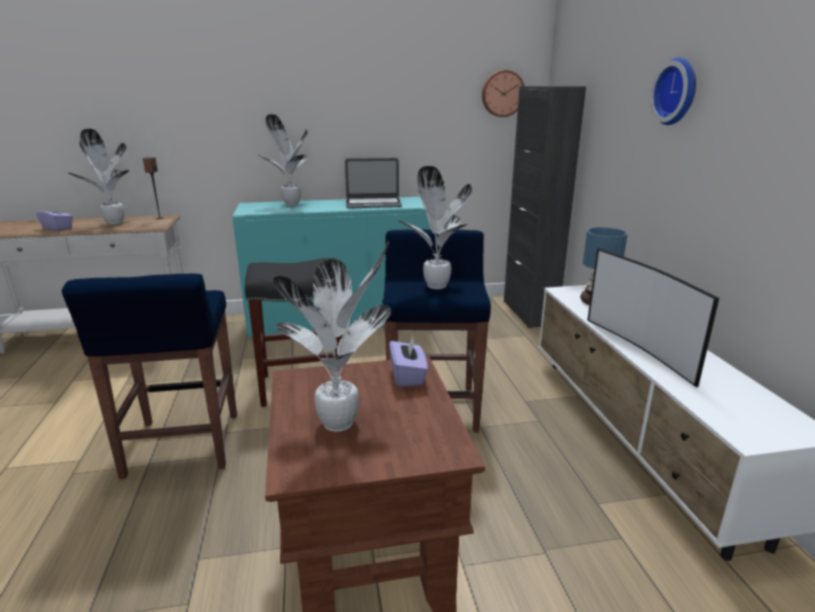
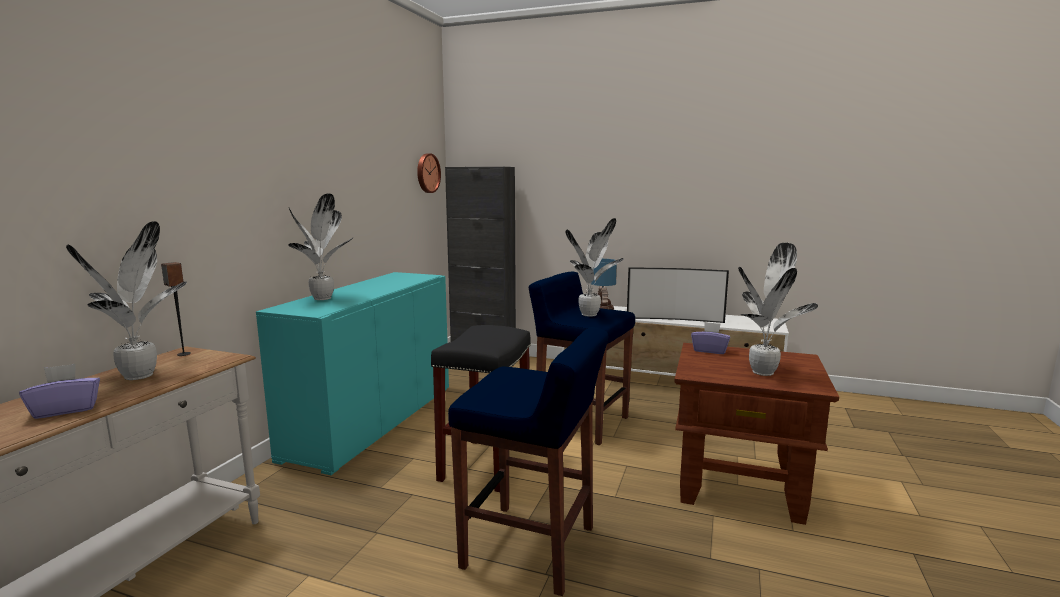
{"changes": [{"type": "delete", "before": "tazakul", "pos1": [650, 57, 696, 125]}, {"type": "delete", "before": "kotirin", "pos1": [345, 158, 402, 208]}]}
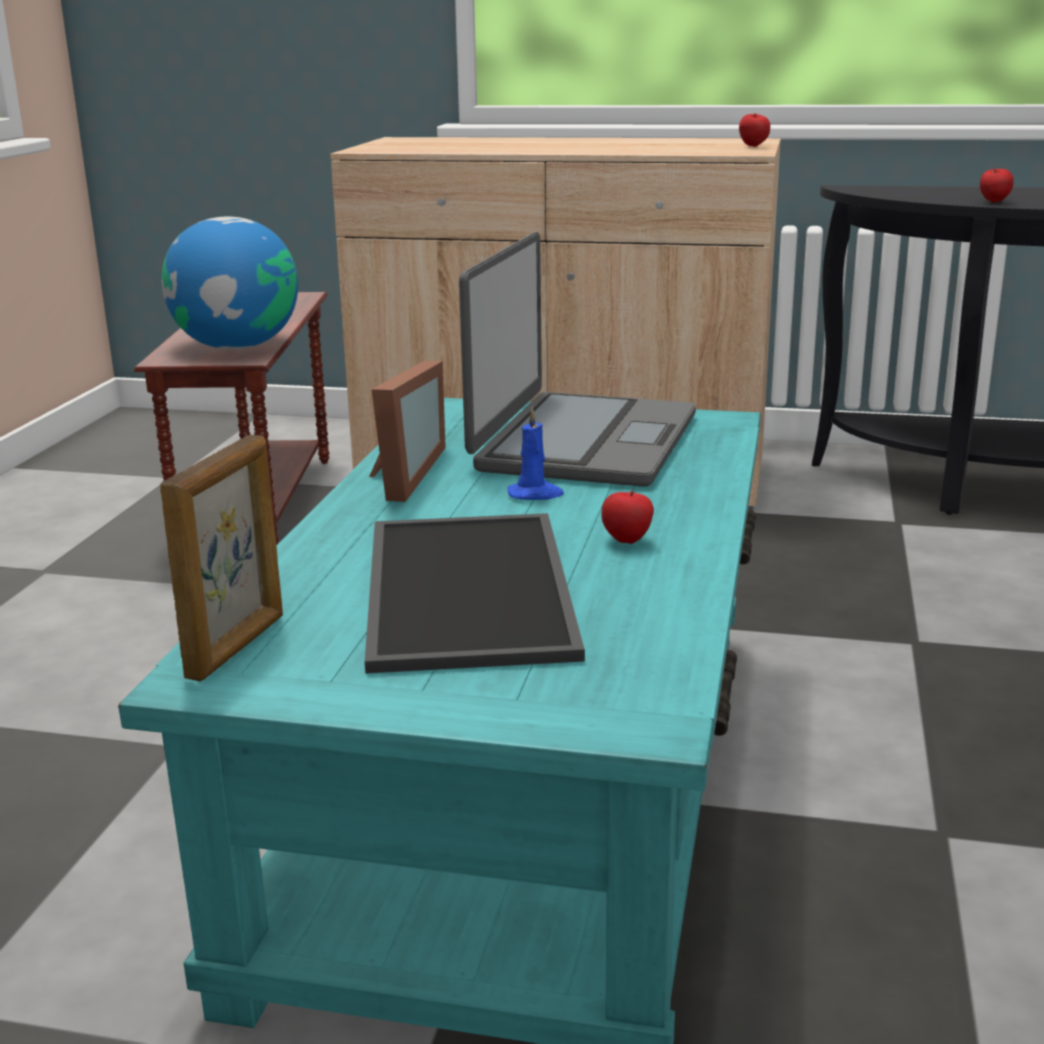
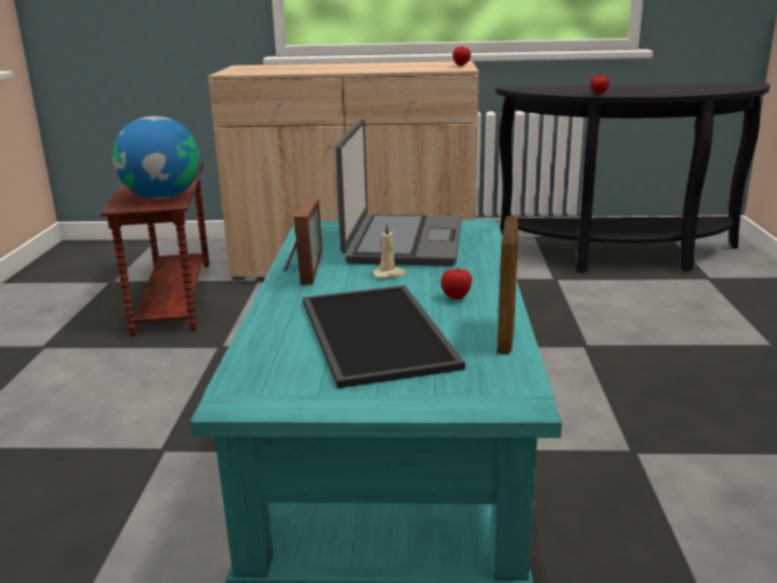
{"changes": [{"type": "recolor", "before": "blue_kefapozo", "after": "beige_kefapozo", "pos1": [508, 407, 564, 500], "pos2": [373, 223, 406, 278]}, {"type": "move", "before": "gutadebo", "pos1": [160, 435, 283, 681], "pos2": [497, 217, 518, 355]}]}
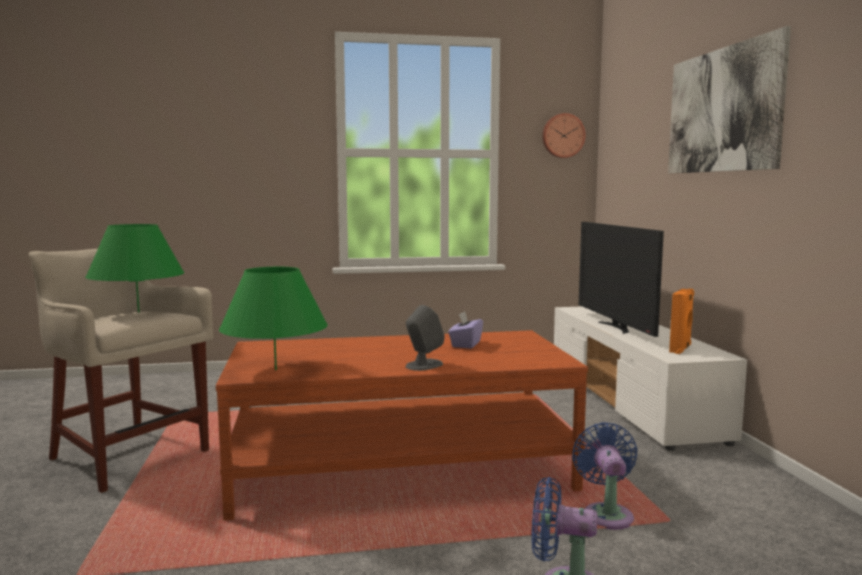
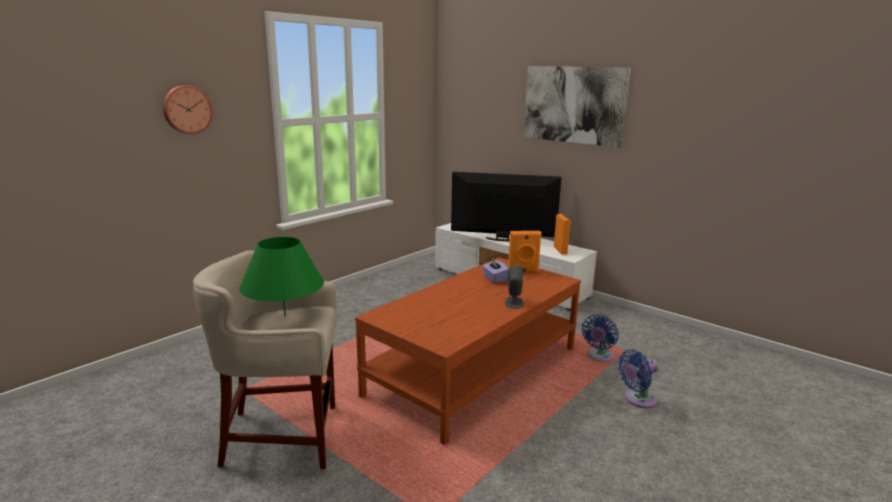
{"changes": [{"type": "move", "before": "tazakul", "pos1": [542, 113, 586, 158], "pos2": [163, 85, 213, 134]}, {"type": "rotate", "before": "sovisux", "pos1": [579, 222, 664, 337], "pos2": [451, 172, 561, 242], "turn": 150}, {"type": "delete", "before": "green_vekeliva", "pos1": [219, 267, 328, 370]}, {"type": "rotate", "before": "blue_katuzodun", "pos1": [572, 422, 638, 530], "pos2": [582, 314, 619, 362], "turn": -105}, {"type": "insert", "after": "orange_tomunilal", "pos2": [508, 231, 542, 272]}]}
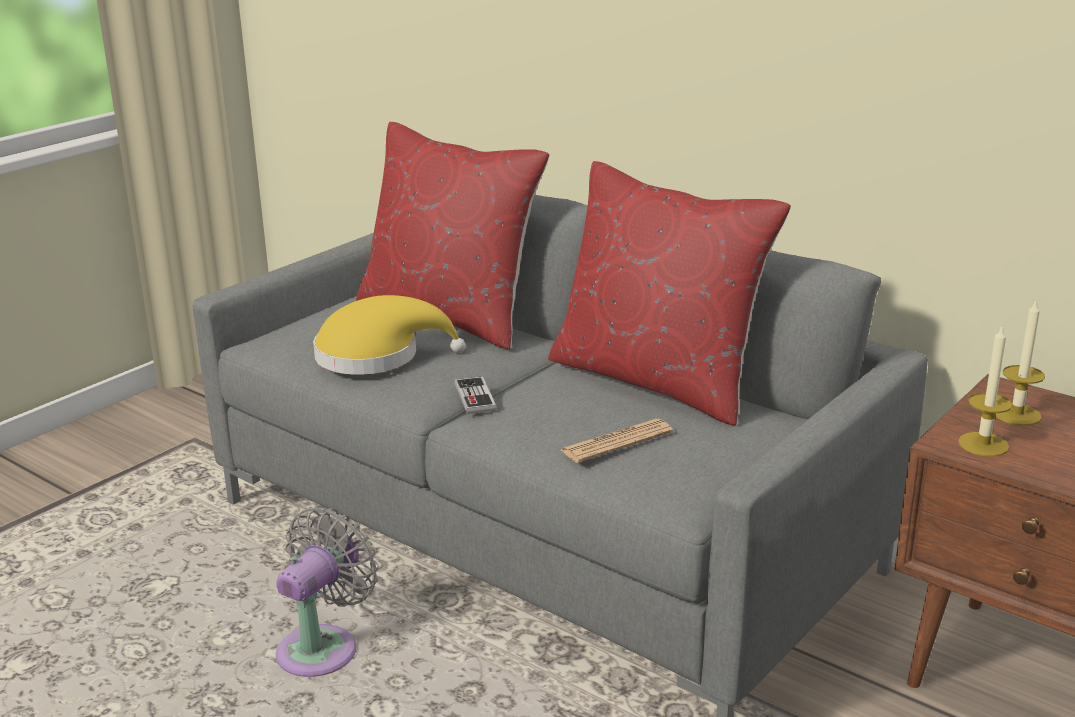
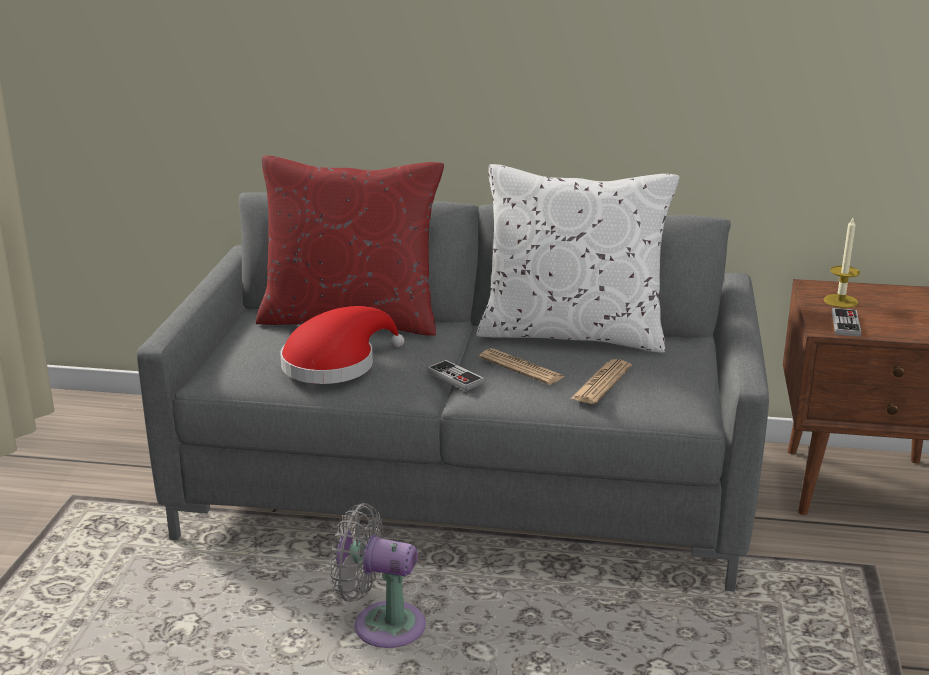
{"changes": [{"type": "recolor", "before": "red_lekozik", "after": "white_lekozik", "pos1": [548, 161, 791, 426], "pos2": [476, 164, 679, 352]}, {"type": "recolor", "before": "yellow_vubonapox", "after": "red_vubonapox", "pos1": [313, 295, 465, 375], "pos2": [281, 306, 405, 384]}, {"type": "replace", "before": "kefapozo", "after": "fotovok", "pos1": [958, 324, 1012, 457], "pos2": [832, 308, 861, 337]}, {"type": "rotate", "before": "grey_katuzodun", "pos1": [276, 507, 378, 677], "pos2": [330, 503, 426, 648], "turn": -75}, {"type": "insert", "after": "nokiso", "pos2": [479, 348, 565, 385]}]}
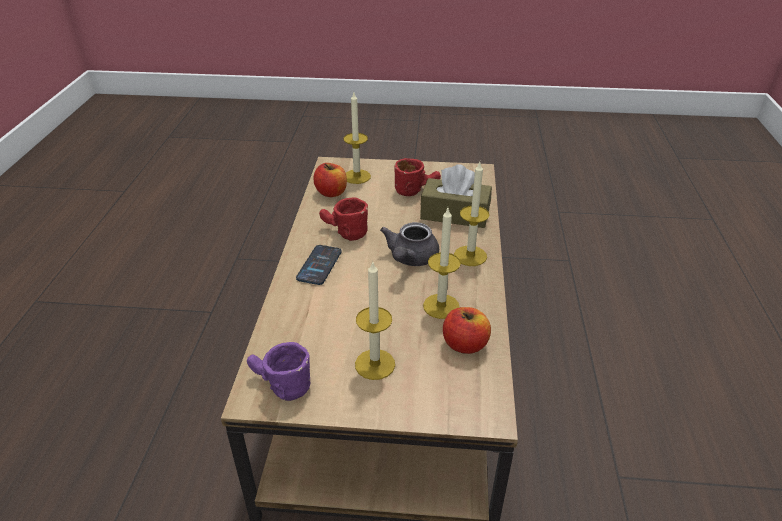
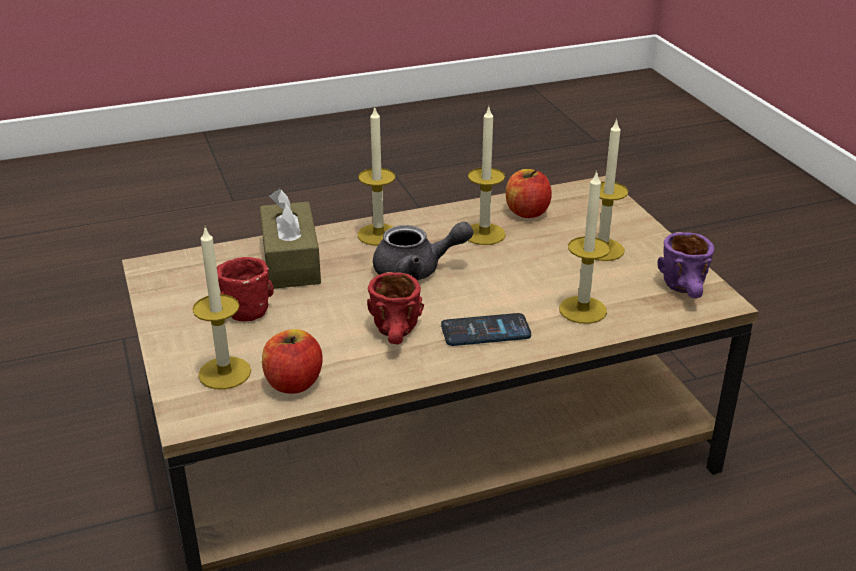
{"changes": [{"type": "insert", "after": "kefapozo", "pos2": [559, 170, 610, 324]}]}
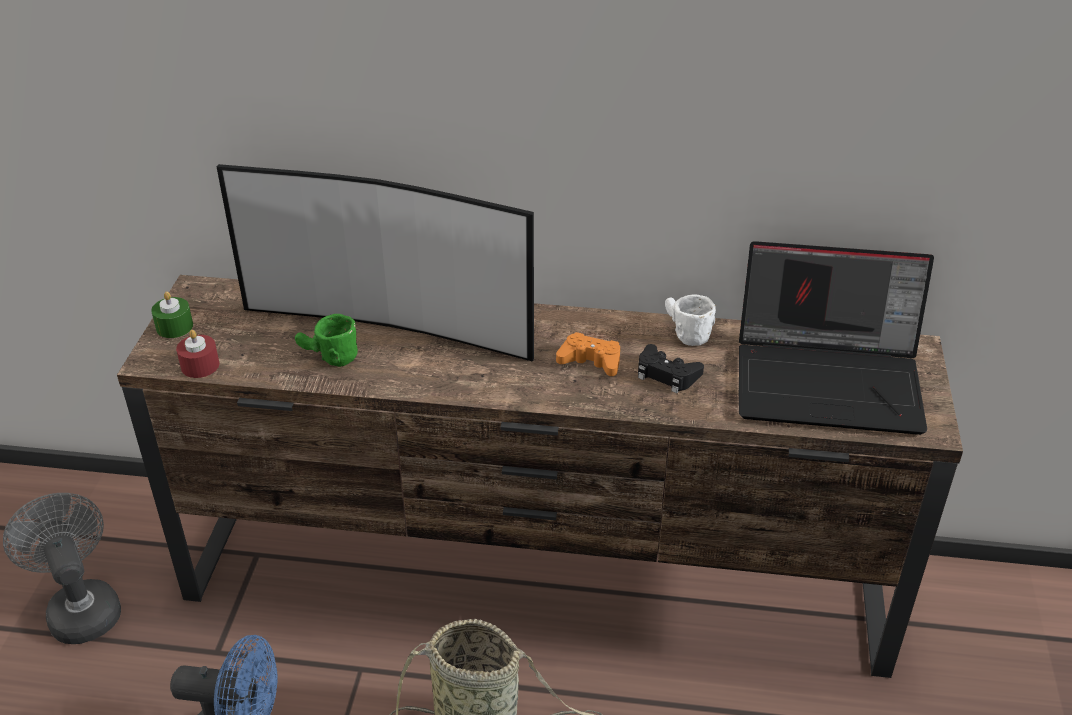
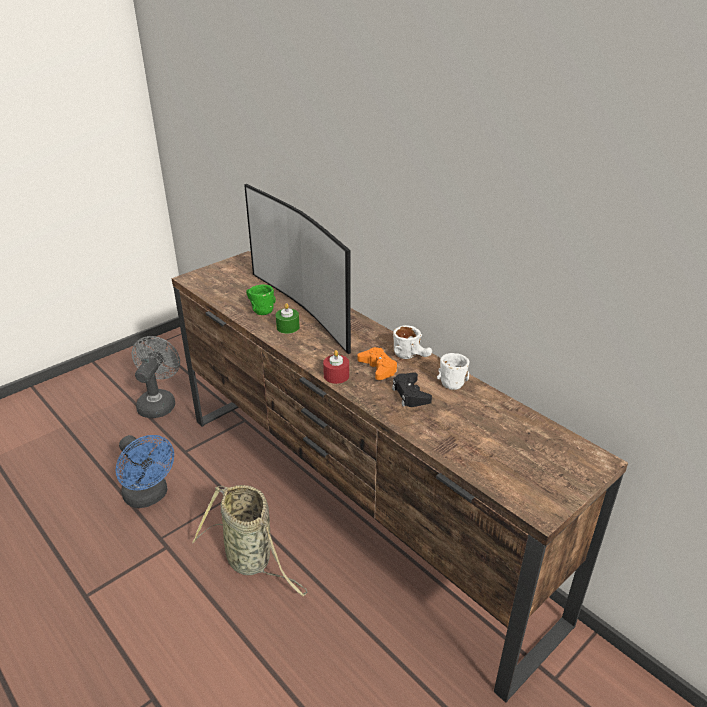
{"changes": [{"type": "delete", "before": "kotirin", "pos1": [739, 241, 934, 435]}, {"type": "move", "before": "green_kefapozo", "pos1": [151, 292, 193, 338], "pos2": [276, 303, 300, 334]}, {"type": "move", "before": "red_kefapozo", "pos1": [176, 330, 219, 378], "pos2": [323, 350, 349, 384]}, {"type": "insert", "after": "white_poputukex", "pos2": [393, 325, 432, 359]}]}
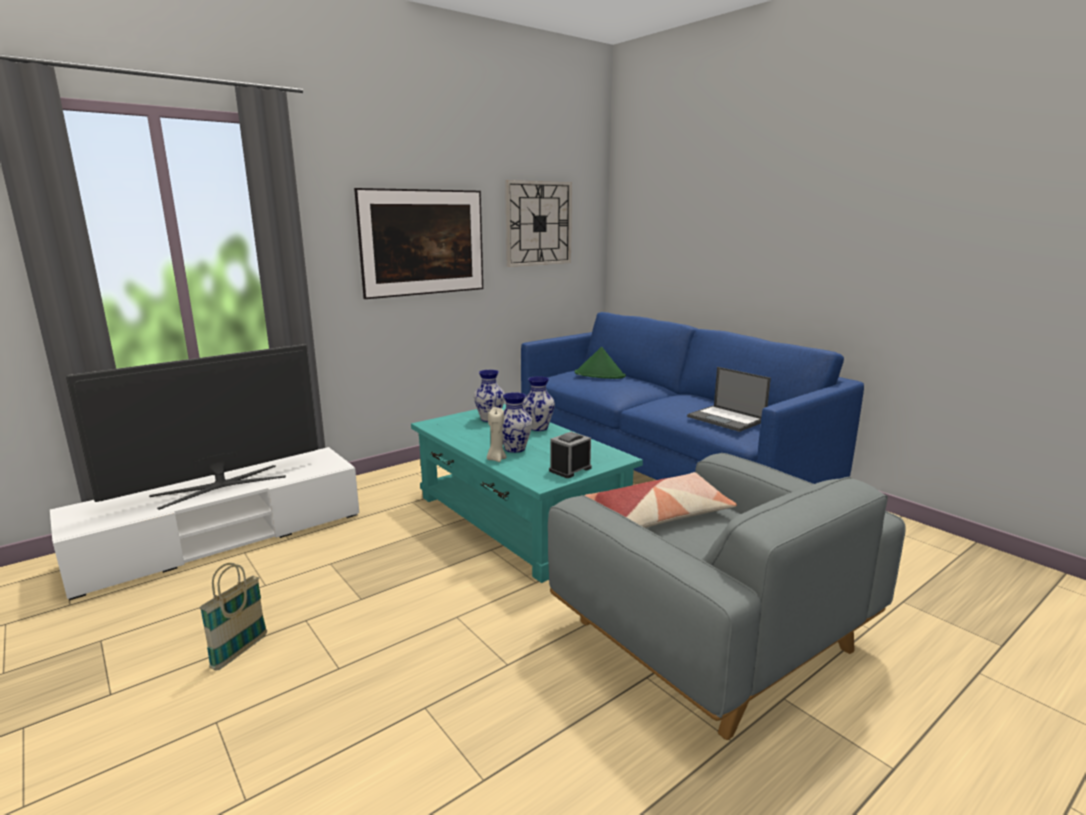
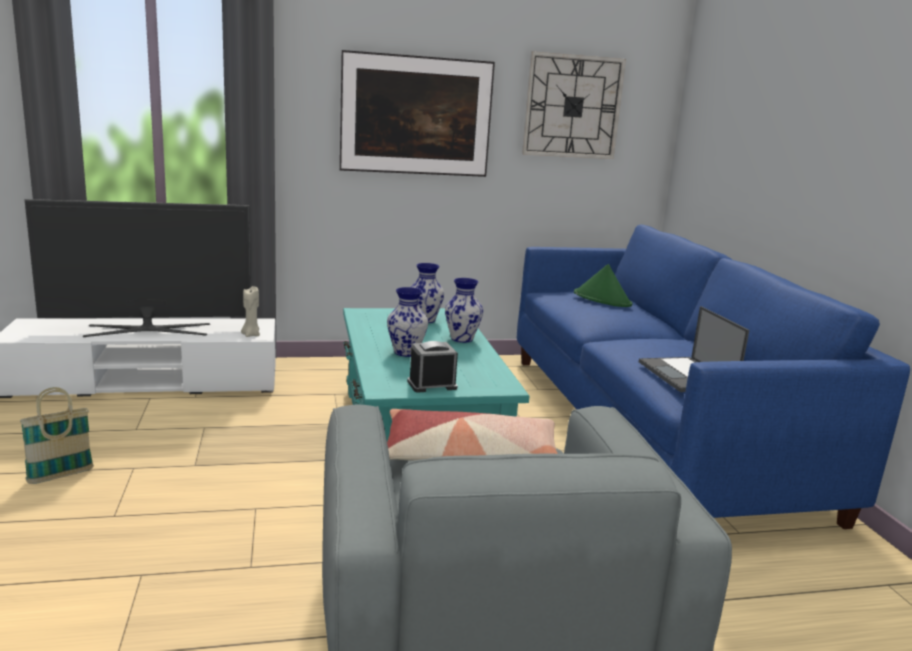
{"changes": [{"type": "move", "before": "beige_kefapozo", "pos1": [487, 407, 507, 462], "pos2": [241, 286, 260, 337]}]}
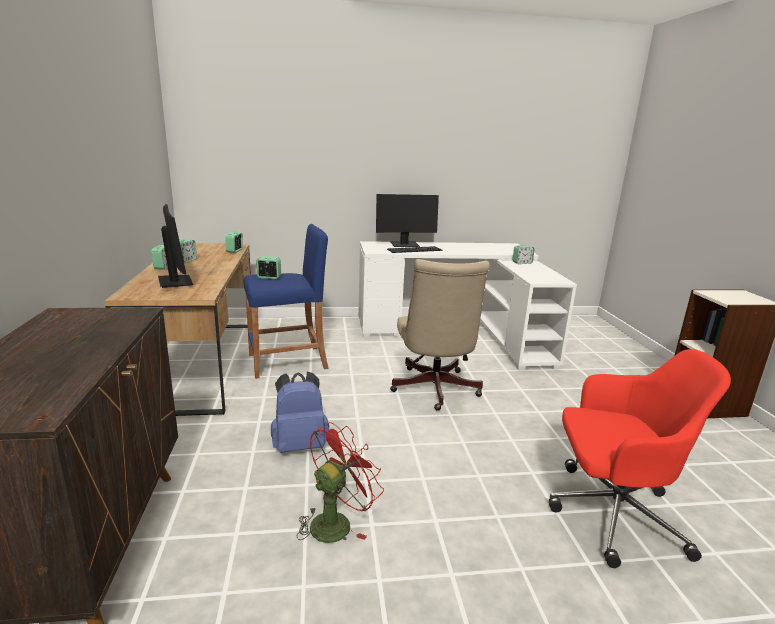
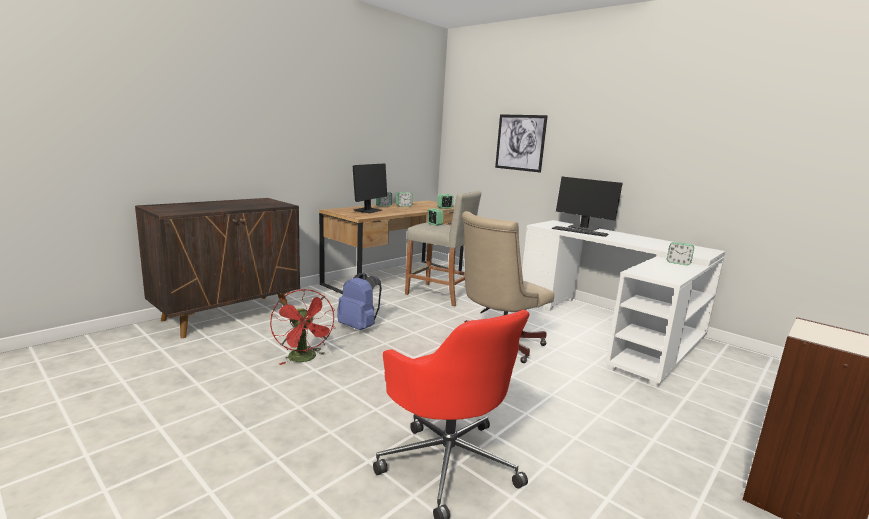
{"changes": [{"type": "recolor", "before": "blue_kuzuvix", "after": "beige_kuzuvix", "pos1": [244, 224, 329, 379], "pos2": [405, 190, 481, 306]}, {"type": "rotate", "before": "red_katuzodun", "pos1": [297, 422, 384, 543], "pos2": [270, 289, 335, 365], "turn": 60}, {"type": "insert", "after": "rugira", "pos2": [495, 114, 548, 173]}]}
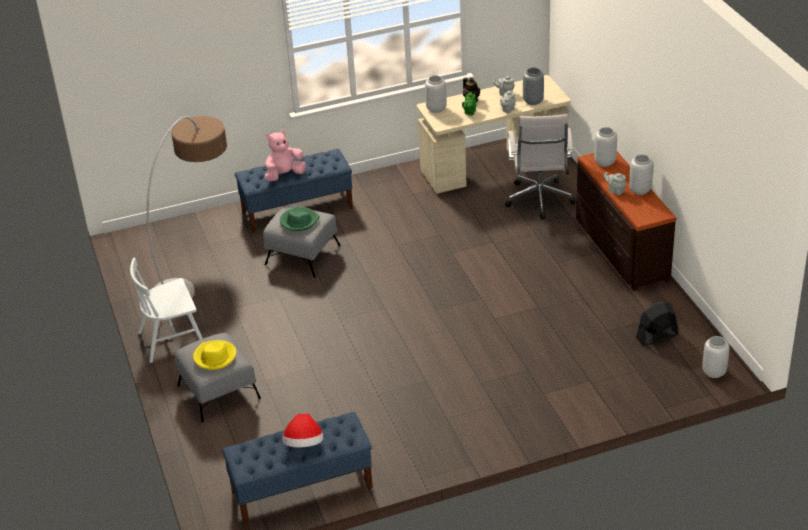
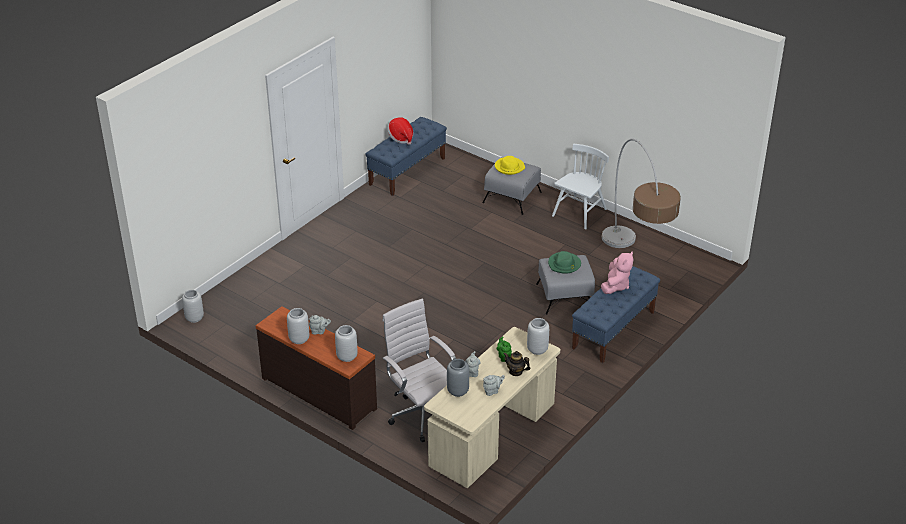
{"changes": [{"type": "delete", "before": "black_katuzodun", "pos1": [636, 301, 679, 346]}]}
